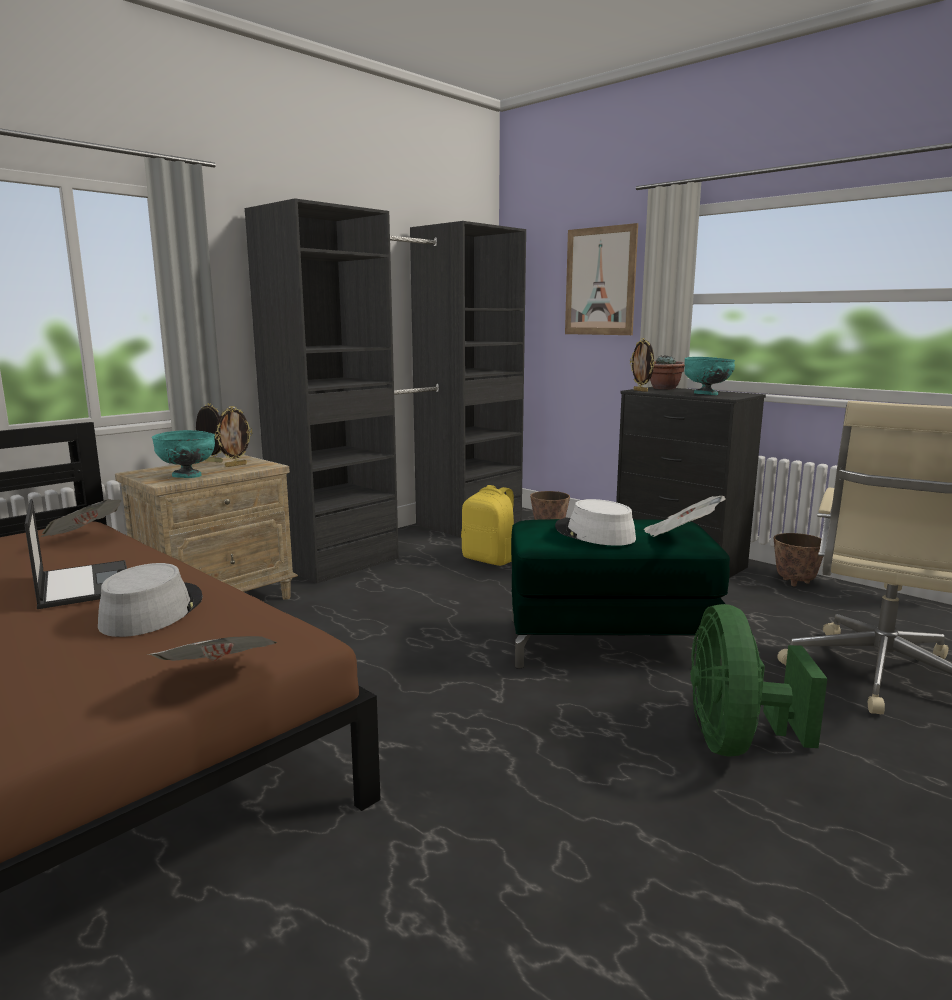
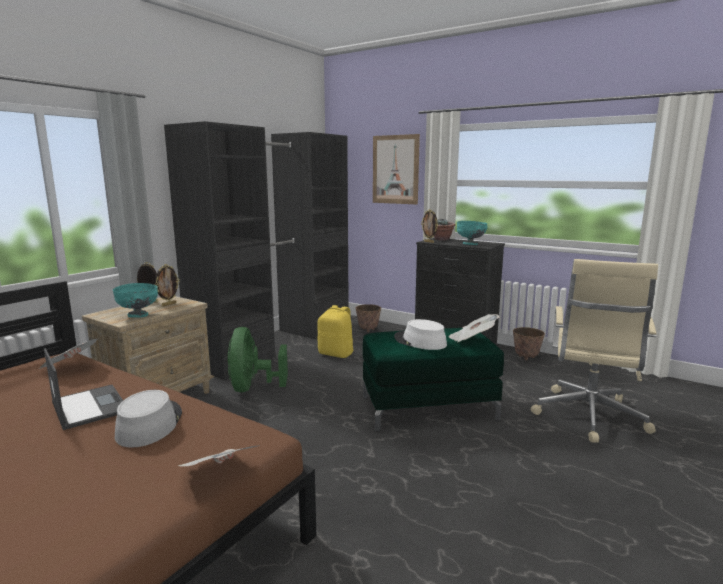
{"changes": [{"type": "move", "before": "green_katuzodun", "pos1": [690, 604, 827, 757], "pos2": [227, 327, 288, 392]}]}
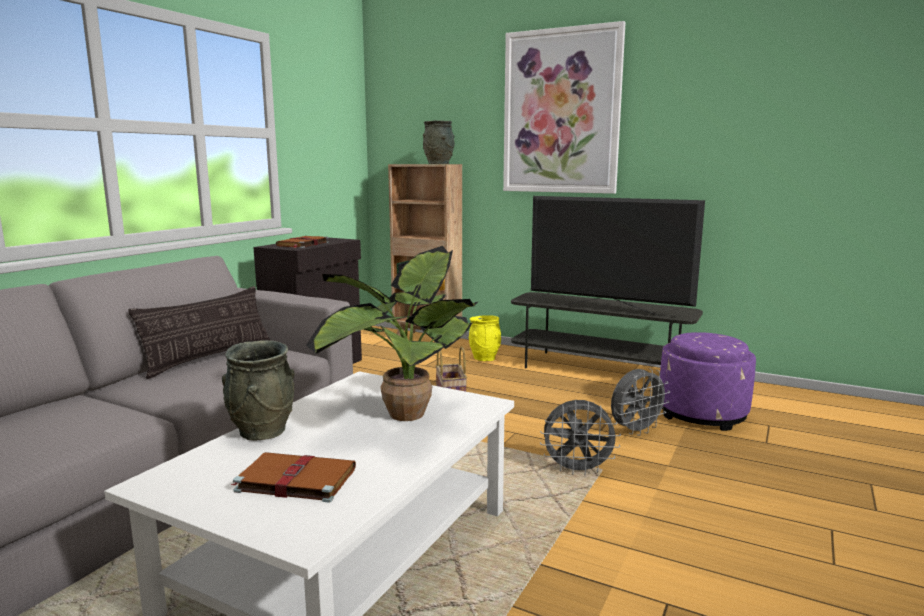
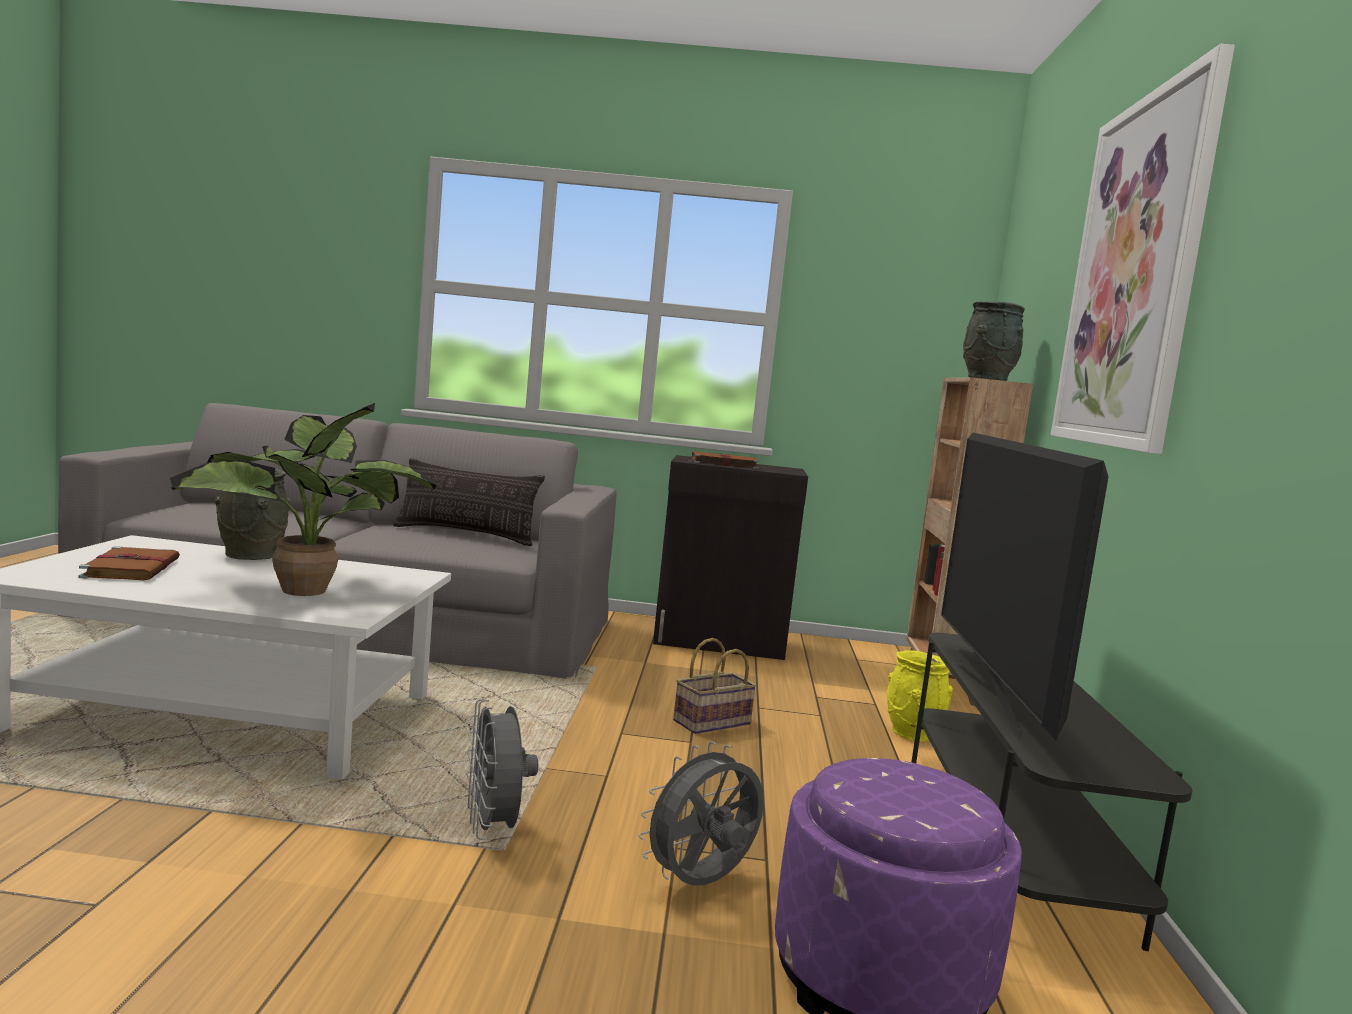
{"changes": [{"type": "rotate", "before": "grey_katuzodun", "pos1": [611, 368, 670, 436], "pos2": [639, 741, 764, 886], "turn": 105}]}
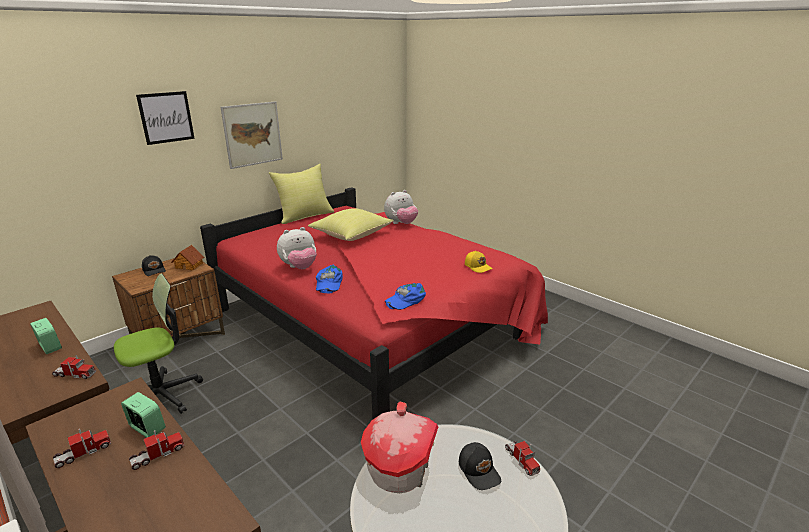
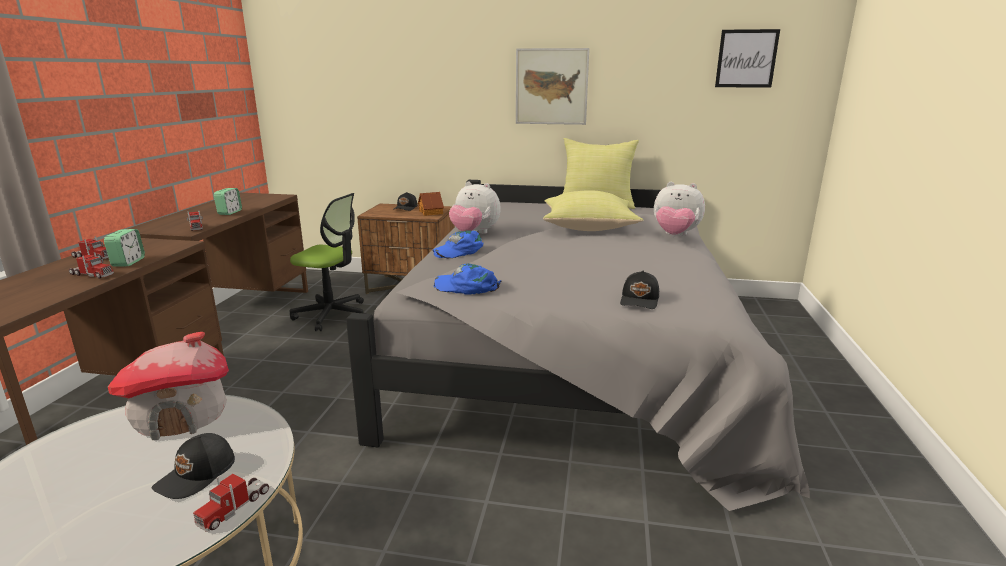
{"changes": [{"type": "move", "before": "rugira", "pos1": [136, 91, 195, 145], "pos2": [715, 29, 780, 88]}, {"type": "recolor", "before": "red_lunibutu", "after": "grey_lunibutu", "pos1": [200, 187, 548, 420], "pos2": [346, 180, 810, 511]}, {"type": "recolor", "before": "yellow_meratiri", "after": "black_meratiri", "pos1": [465, 251, 493, 273], "pos2": [620, 271, 659, 309]}]}
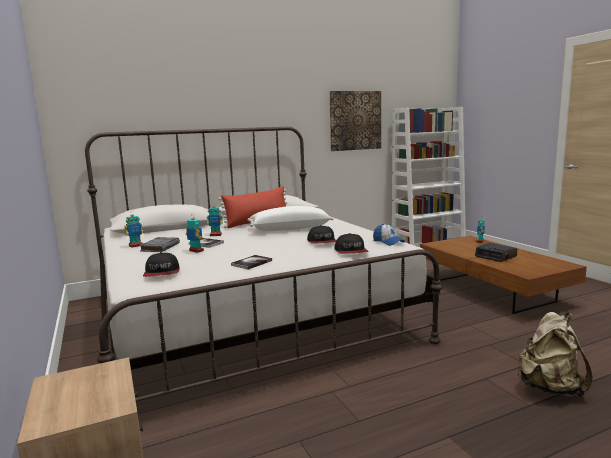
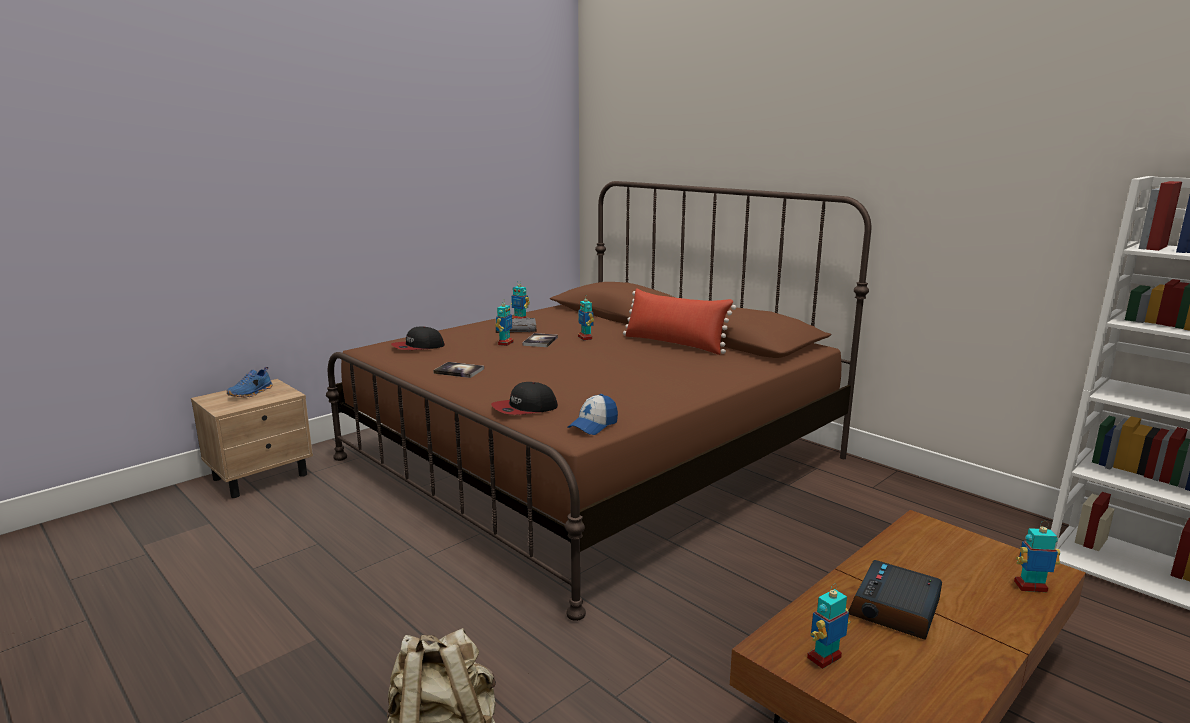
{"changes": [{"type": "delete", "before": "rugira", "pos1": [330, 91, 381, 151]}, {"type": "recolor", "before": "white_lunibutu", "after": "brown_lunibutu", "pos1": [85, 127, 442, 402], "pos2": [326, 181, 871, 621]}, {"type": "delete", "before": "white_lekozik", "pos1": [247, 206, 333, 231]}, {"type": "delete", "before": "meratiri", "pos1": [307, 225, 337, 244]}, {"type": "insert", "after": "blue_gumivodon", "pos2": [227, 367, 272, 398]}, {"type": "insert", "after": "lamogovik", "pos2": [807, 584, 850, 669]}]}
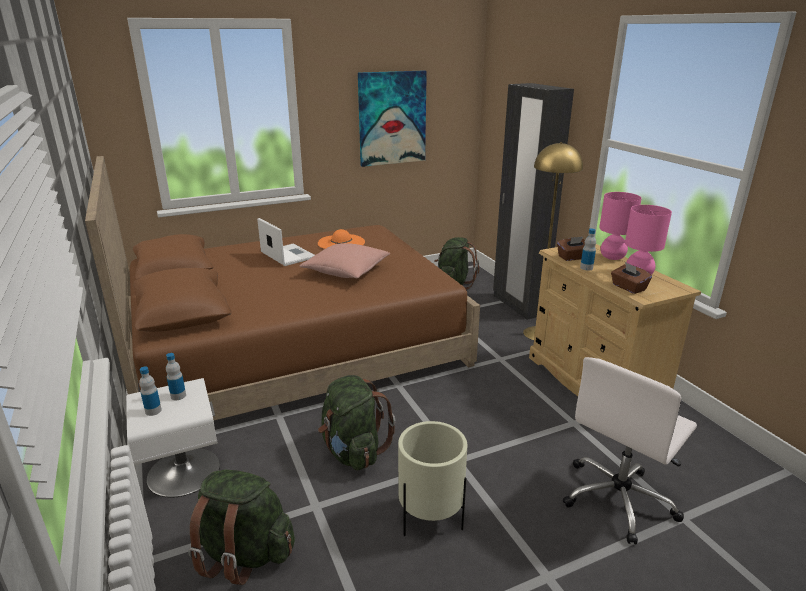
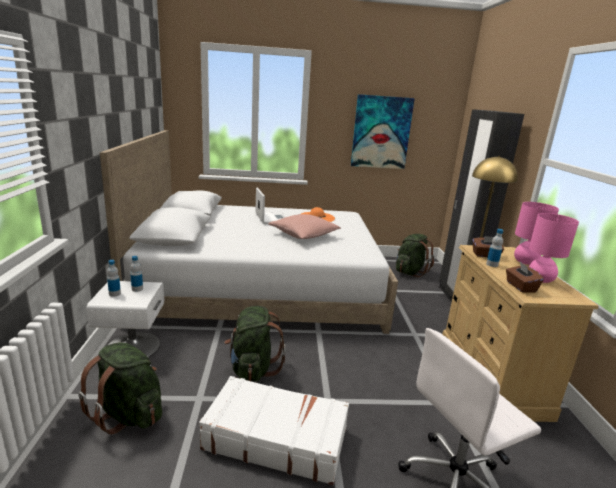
{"changes": [{"type": "recolor", "before": "brown_lunibutu", "after": "white_lunibutu", "pos1": [85, 156, 480, 420], "pos2": [100, 130, 398, 334]}, {"type": "replace", "before": "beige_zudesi", "after": "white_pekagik", "pos1": [398, 421, 467, 537], "pos2": [199, 376, 349, 485]}]}
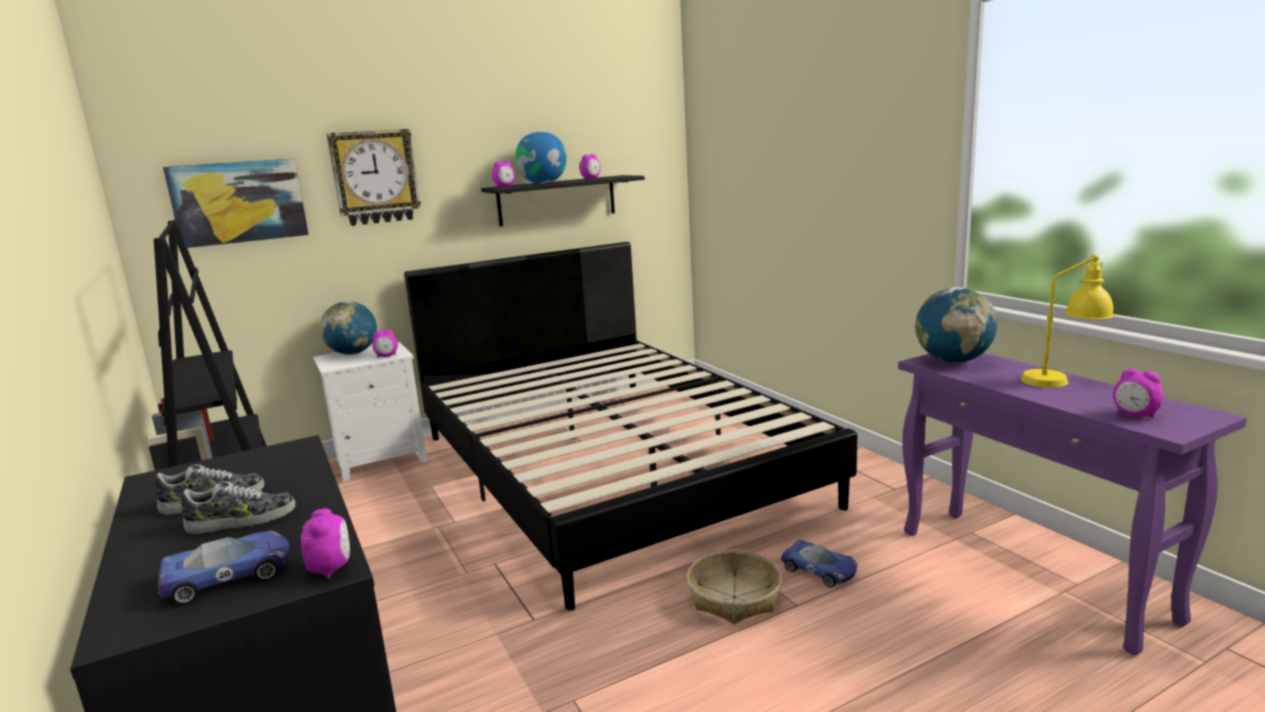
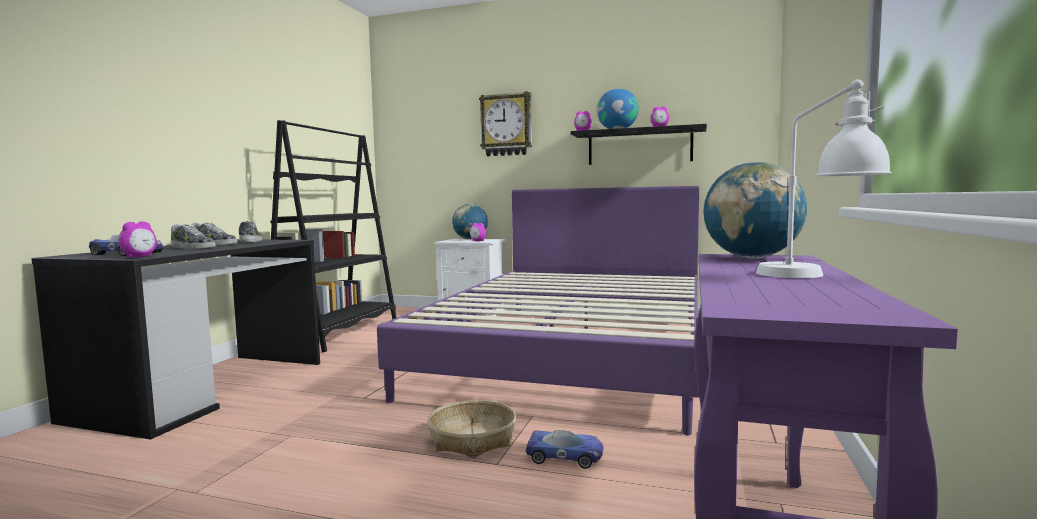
{"changes": [{"type": "delete", "before": "rugira", "pos1": [163, 158, 309, 248]}, {"type": "recolor", "before": "black_lunibutu", "after": "purple_lunibutu", "pos1": [404, 242, 857, 610], "pos2": [377, 186, 699, 435]}, {"type": "recolor", "before": "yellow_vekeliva", "after": "white_vekeliva", "pos1": [1021, 254, 1114, 388], "pos2": [756, 79, 892, 278]}, {"type": "delete", "before": "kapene", "pos1": [1113, 369, 1164, 418]}, {"type": "rotate", "before": "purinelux", "pos1": [781, 540, 858, 587], "pos2": [526, 430, 604, 469], "turn": -75}, {"type": "insert", "after": "gumivodon", "pos2": [239, 221, 262, 243]}]}
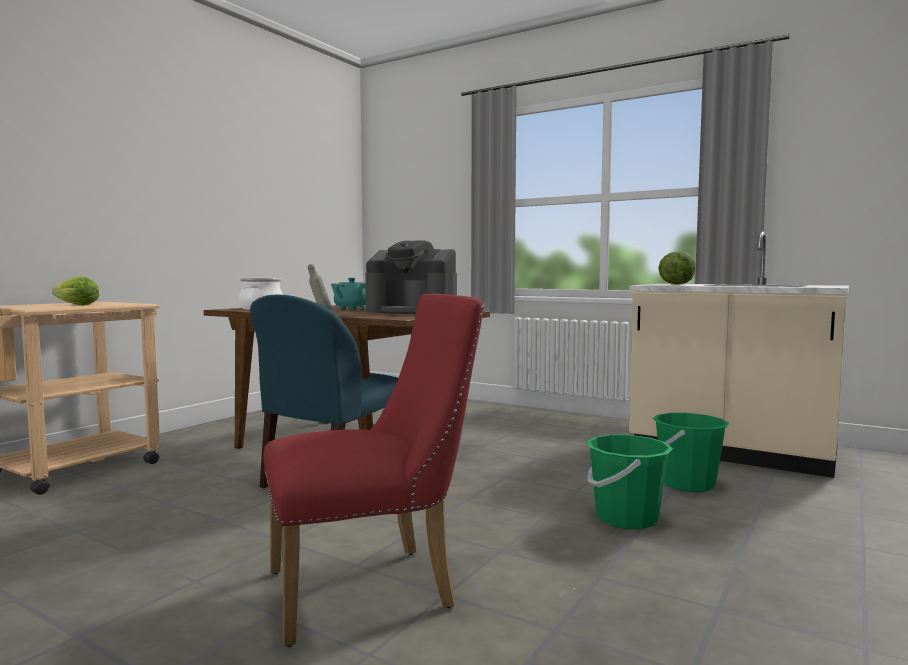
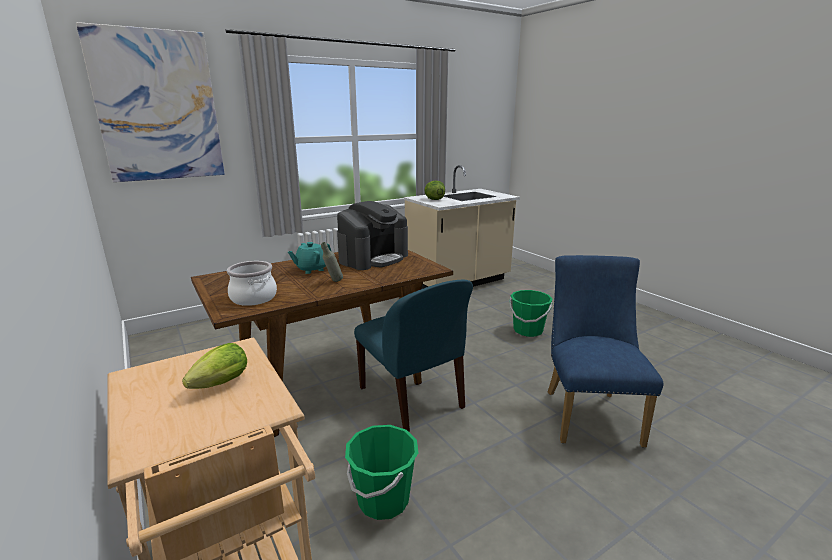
{"changes": [{"type": "recolor", "before": "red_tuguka", "after": "blue_tuguka", "pos1": [263, 294, 484, 647], "pos2": [548, 255, 664, 448]}, {"type": "move", "before": "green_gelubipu", "pos1": [653, 413, 729, 492], "pos2": [345, 425, 418, 520]}, {"type": "insert", "after": "rugira", "pos2": [76, 22, 225, 182]}]}
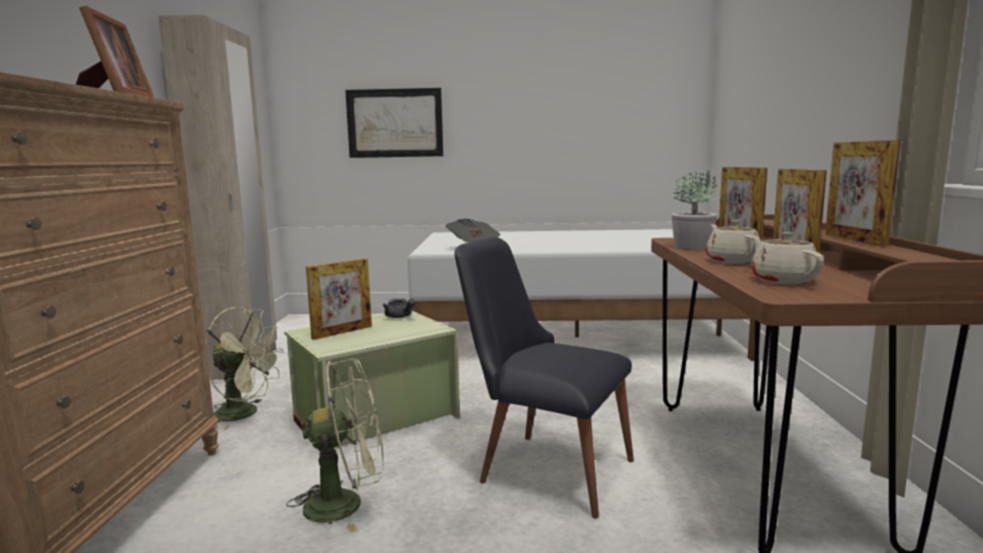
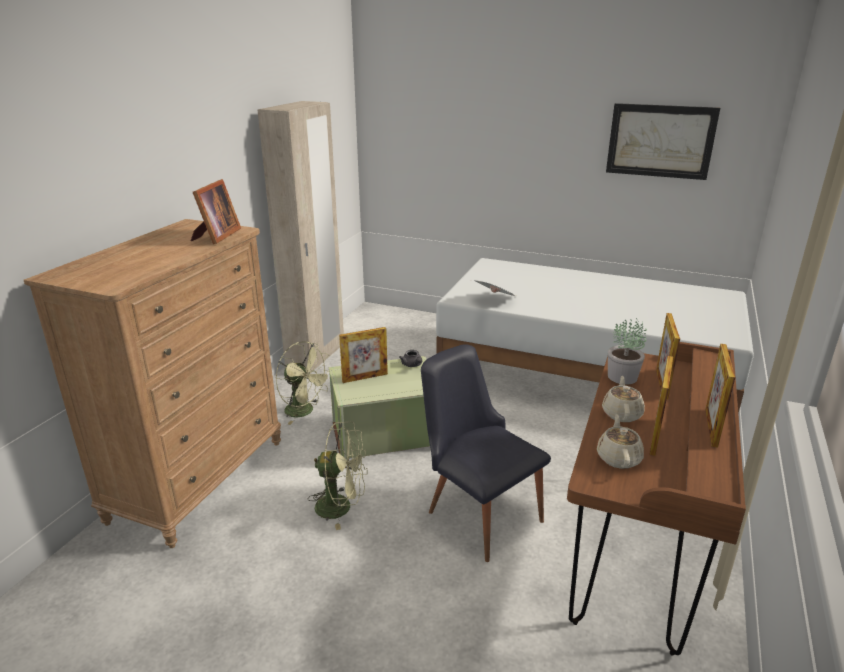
{"changes": [{"type": "move", "before": "rugira", "pos1": [345, 88, 443, 158], "pos2": [606, 103, 720, 180]}]}
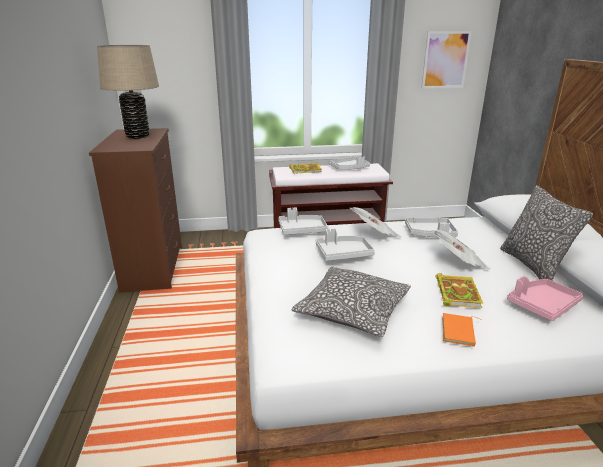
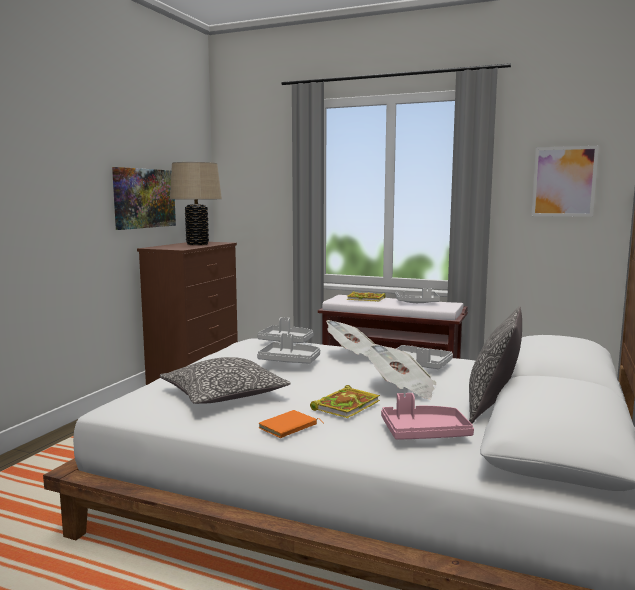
{"changes": [{"type": "insert", "after": "rugira", "pos2": [112, 167, 176, 230]}]}
